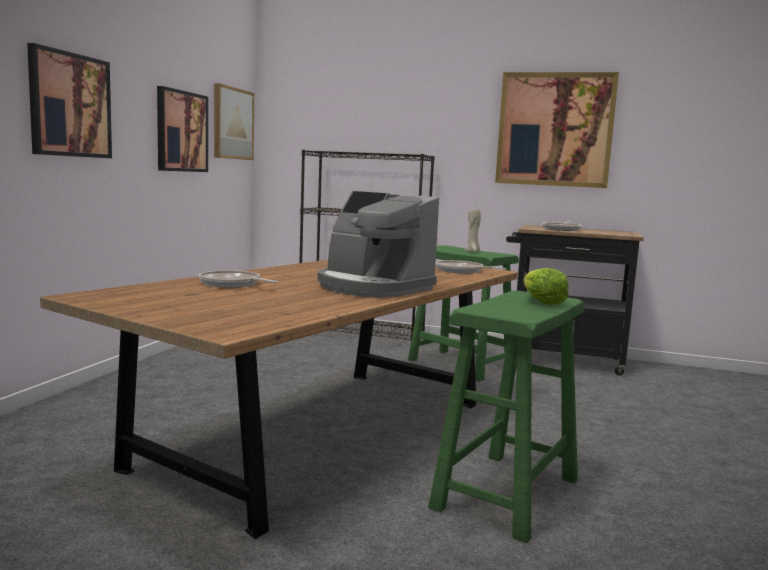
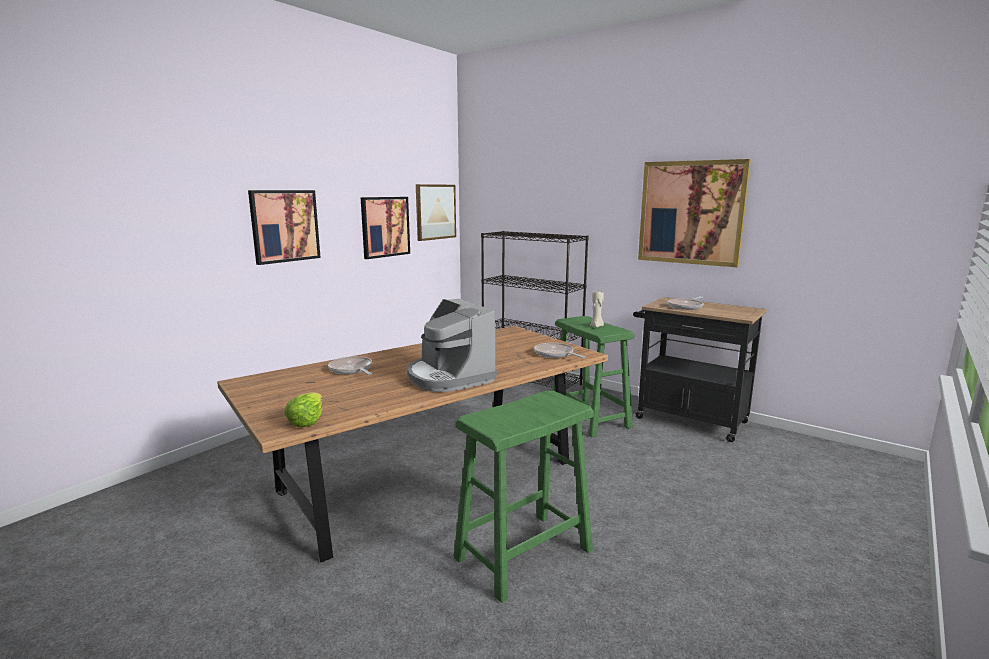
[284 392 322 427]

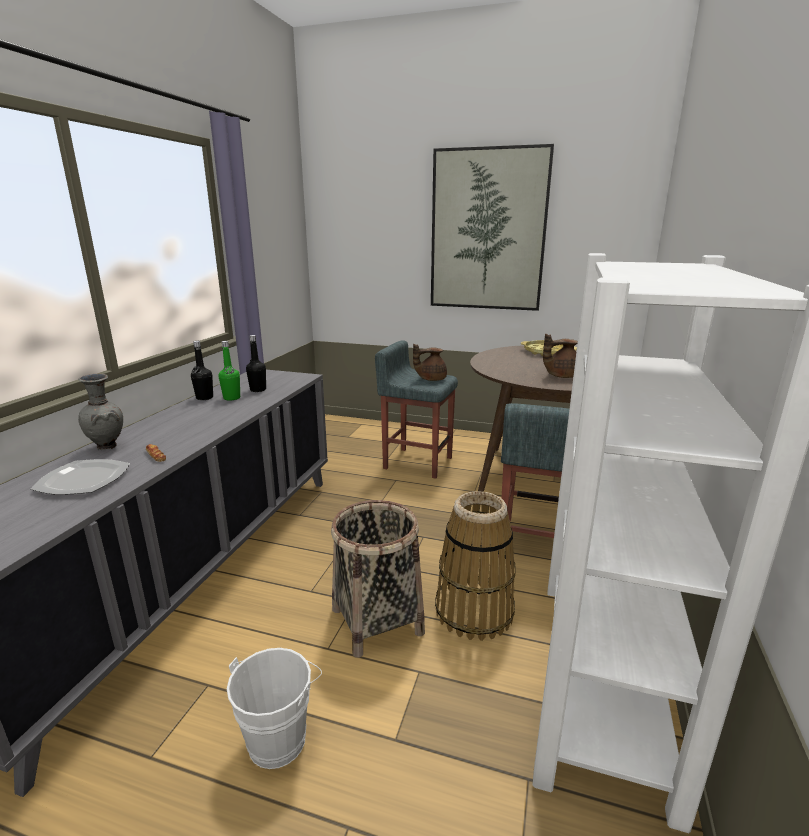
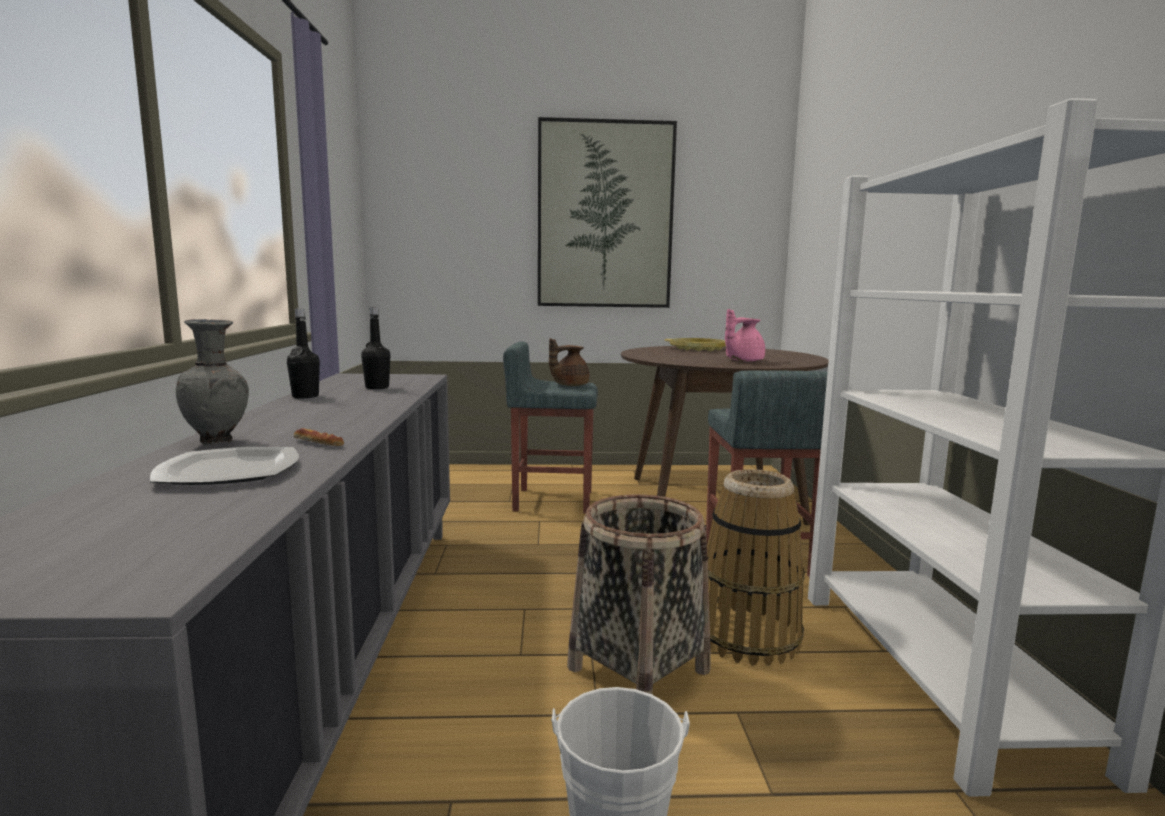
[218 341 240 400] (first image)
[725 309 765 362]

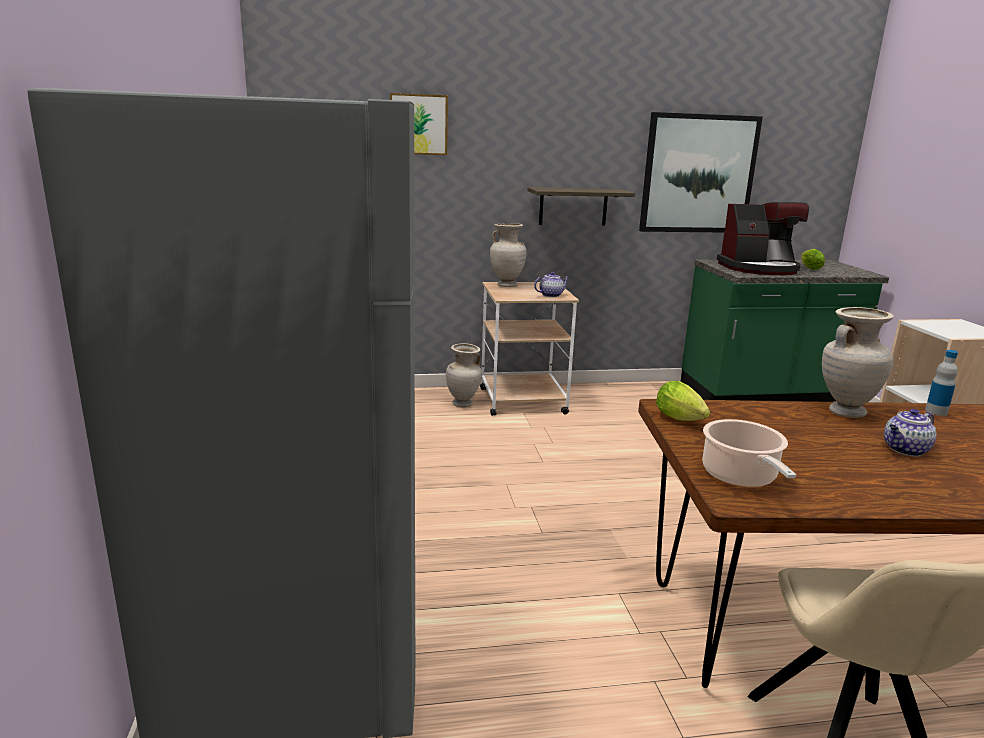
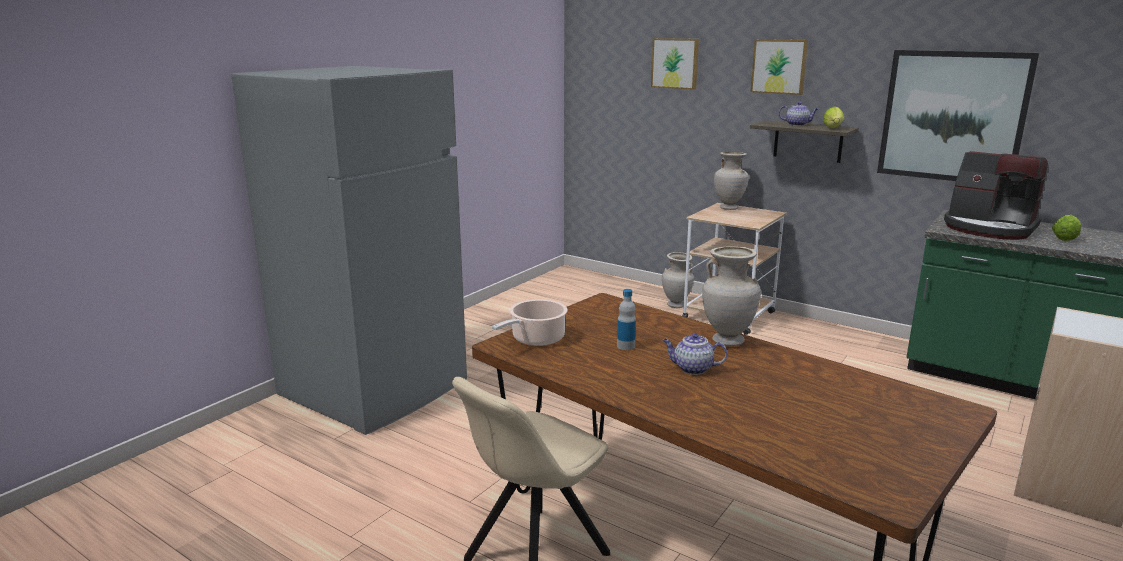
[751 39 808 95]
[779 102 818 126]
[823 106 844 128]
[617 289 636 350]

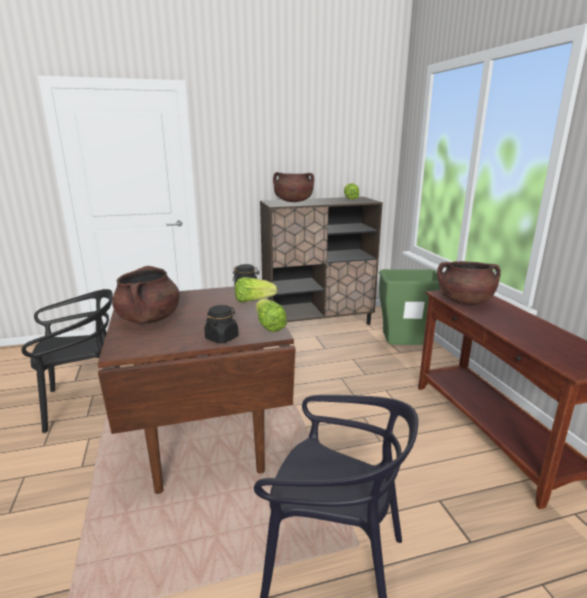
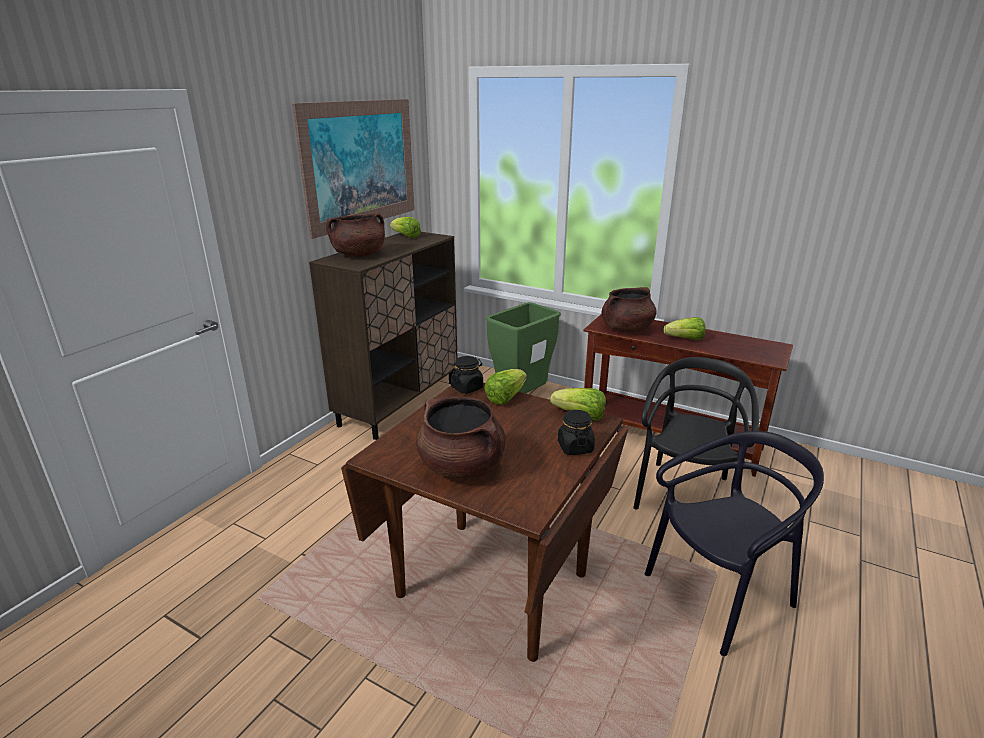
[292 99 415 239]
[663 317 706 340]
[634 357 759 510]

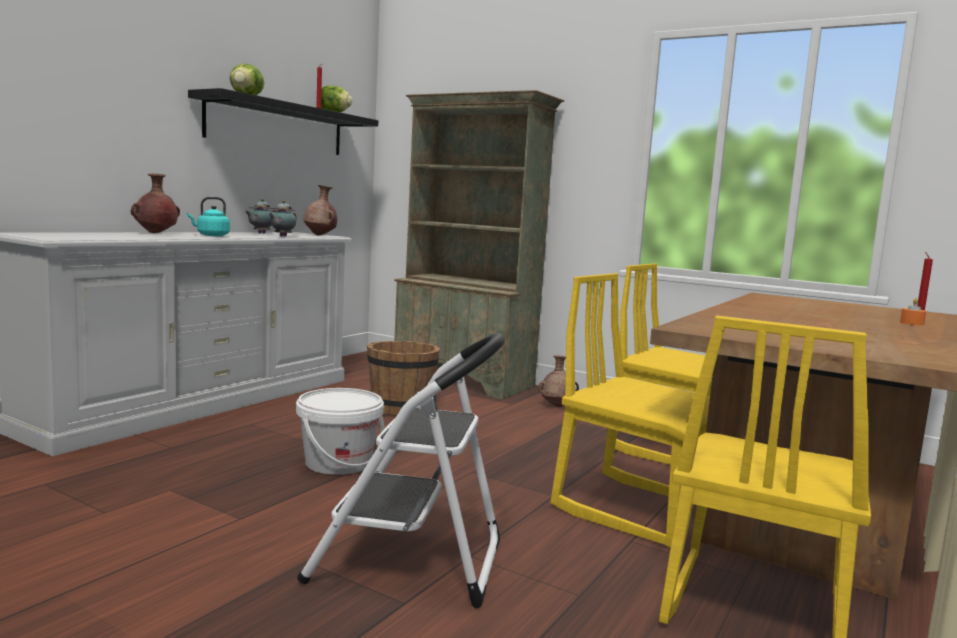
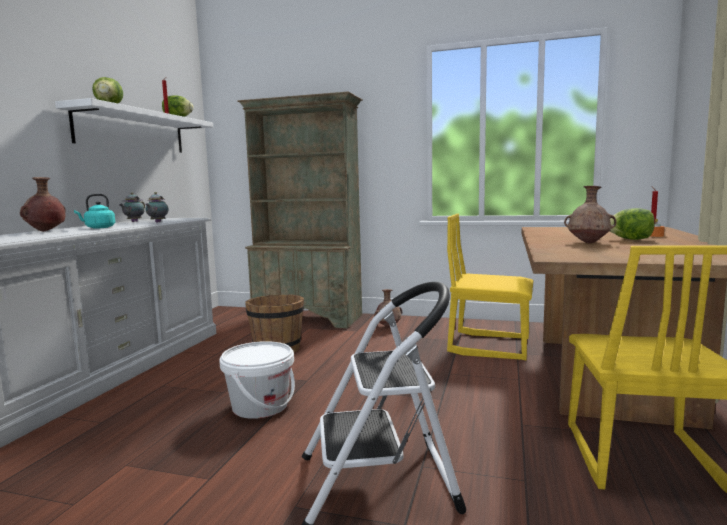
[551 273 710 547] (first image)
[610 208 655 240]
[564 186 616 243]
[55 98 213 153]

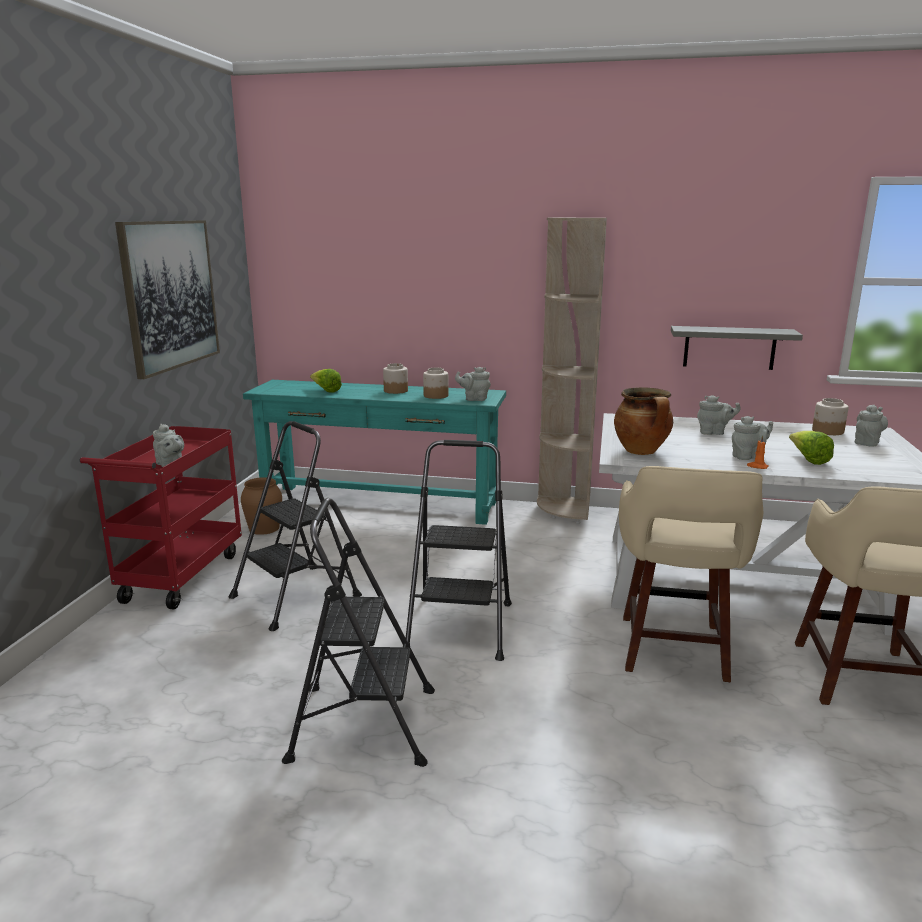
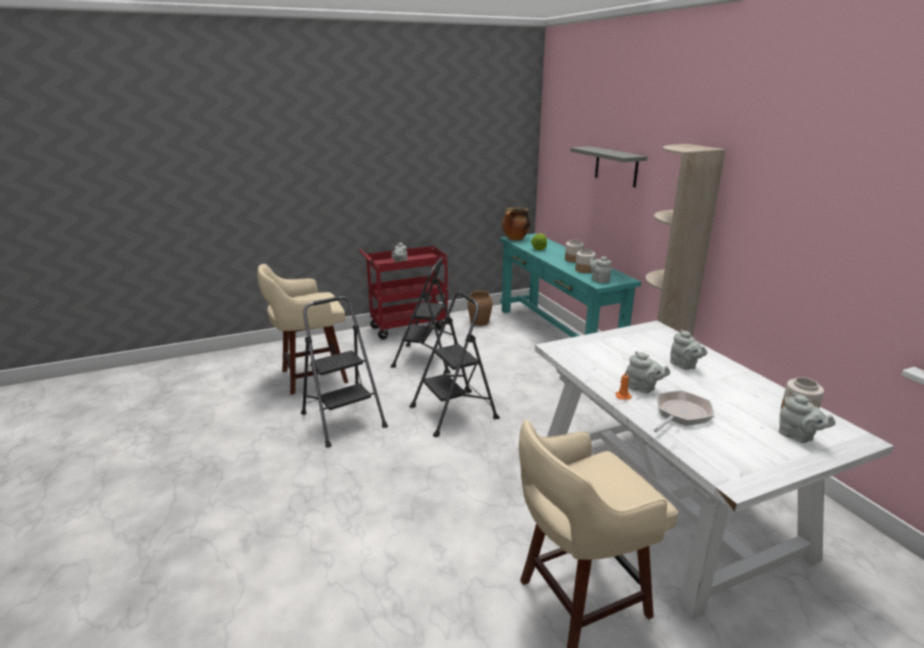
[115 220 220 379] (first image)
[502 207 531 241]
[257 264 348 395]
[570 146 647 188]
[654 391 714 432]
[779 393 835 443]

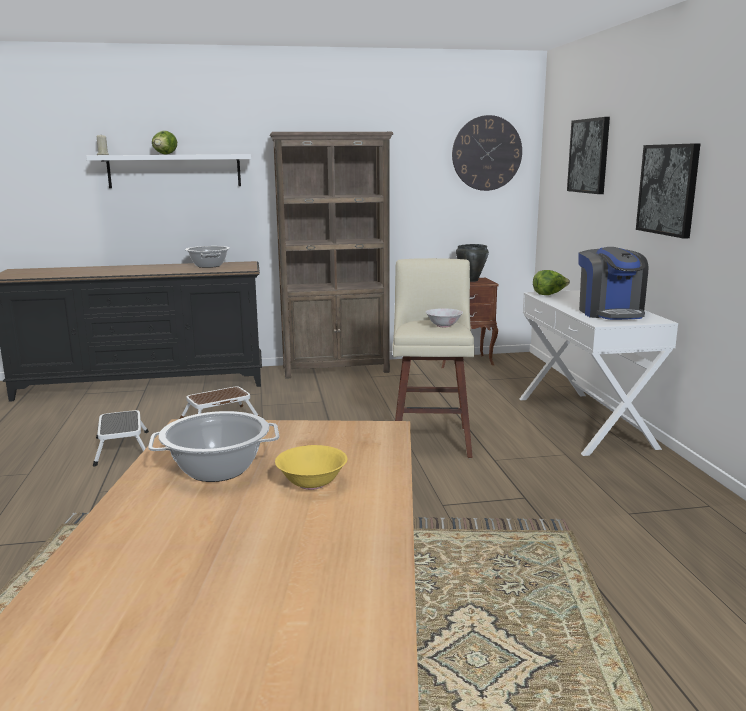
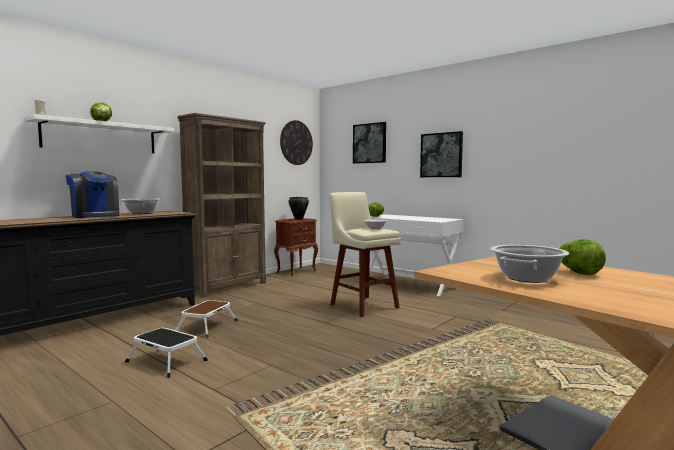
[66 171 119 218]
[558 239 606 275]

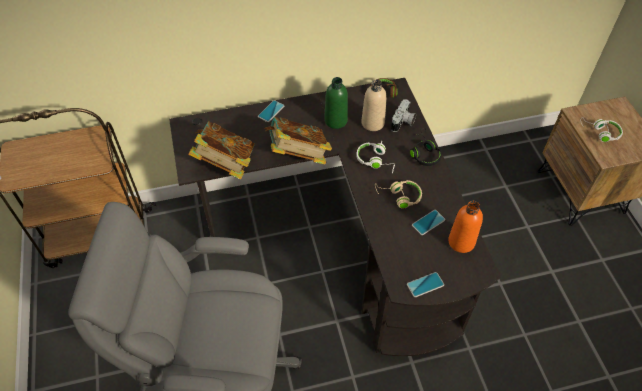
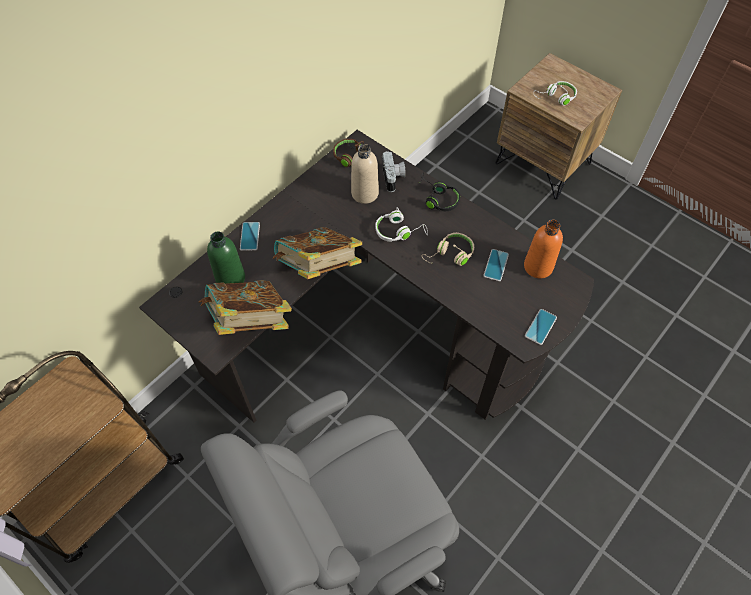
[207 231 245 284]

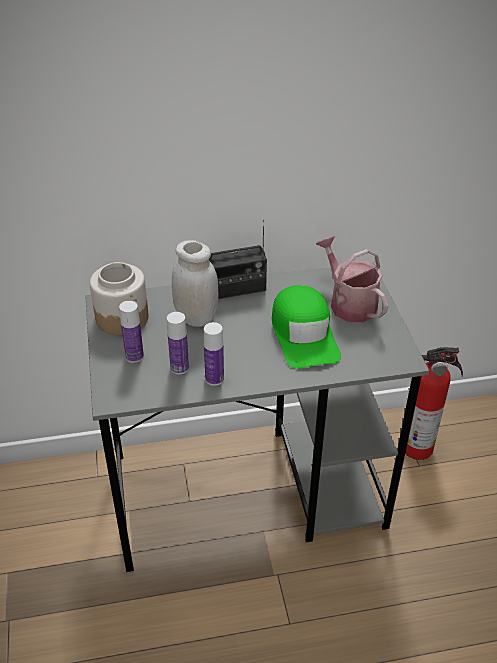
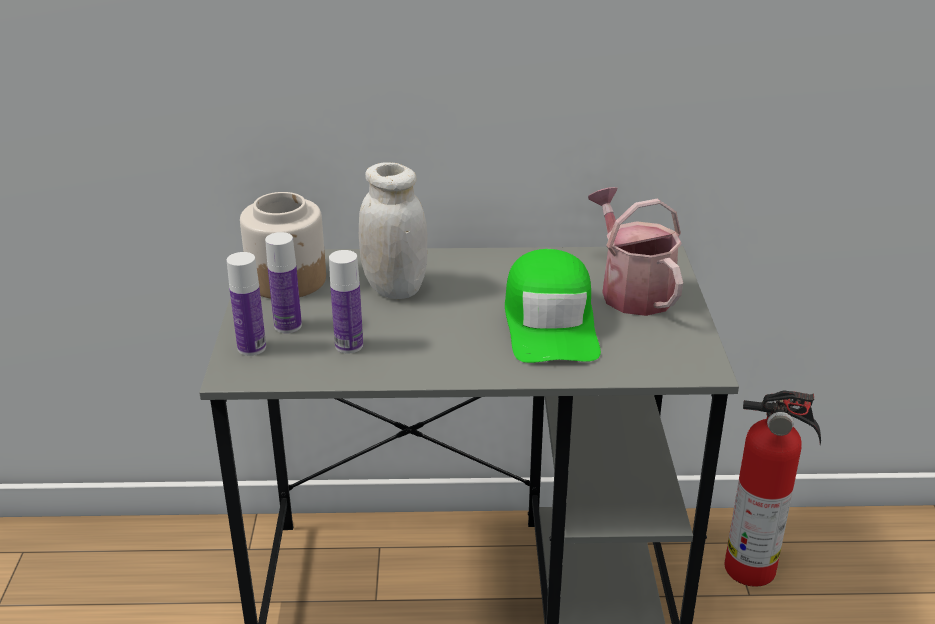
[209 220 267 299] (first image)
[227 252 266 356]

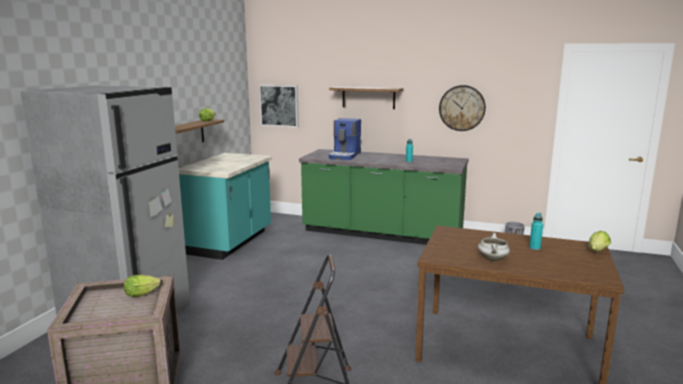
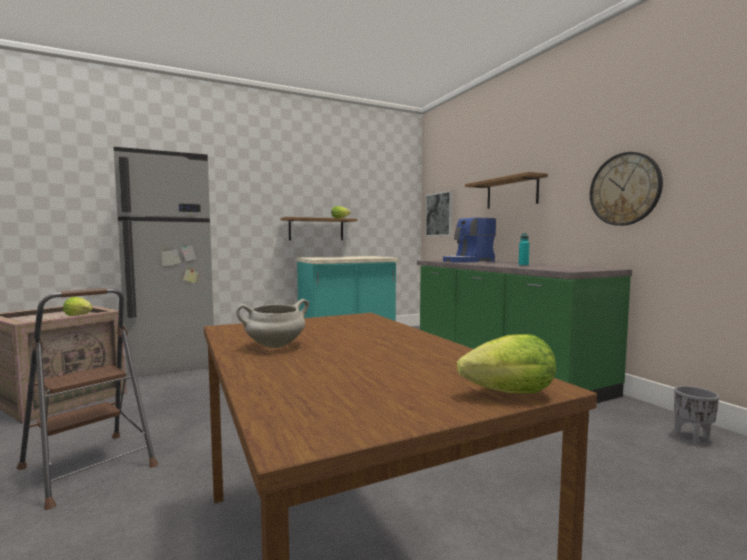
[529 213 543 250] (first image)

